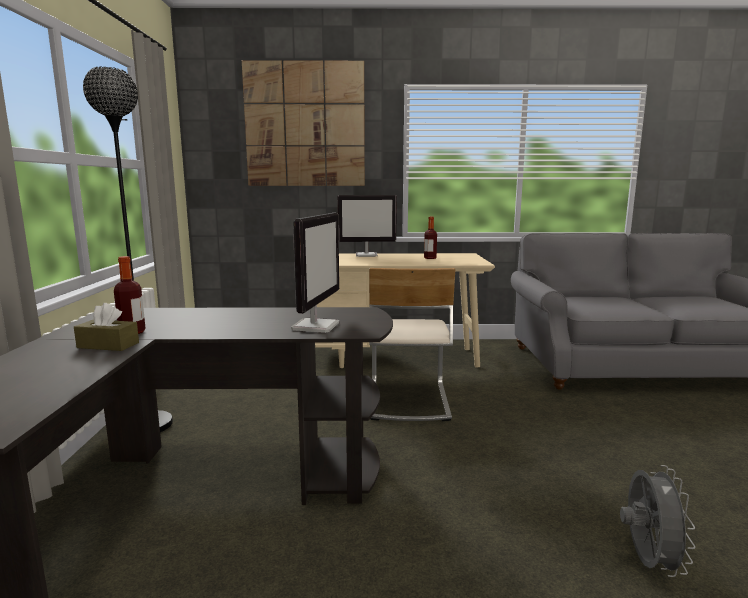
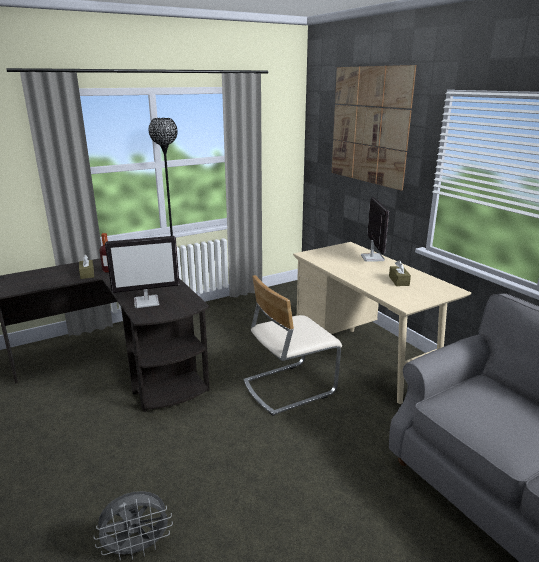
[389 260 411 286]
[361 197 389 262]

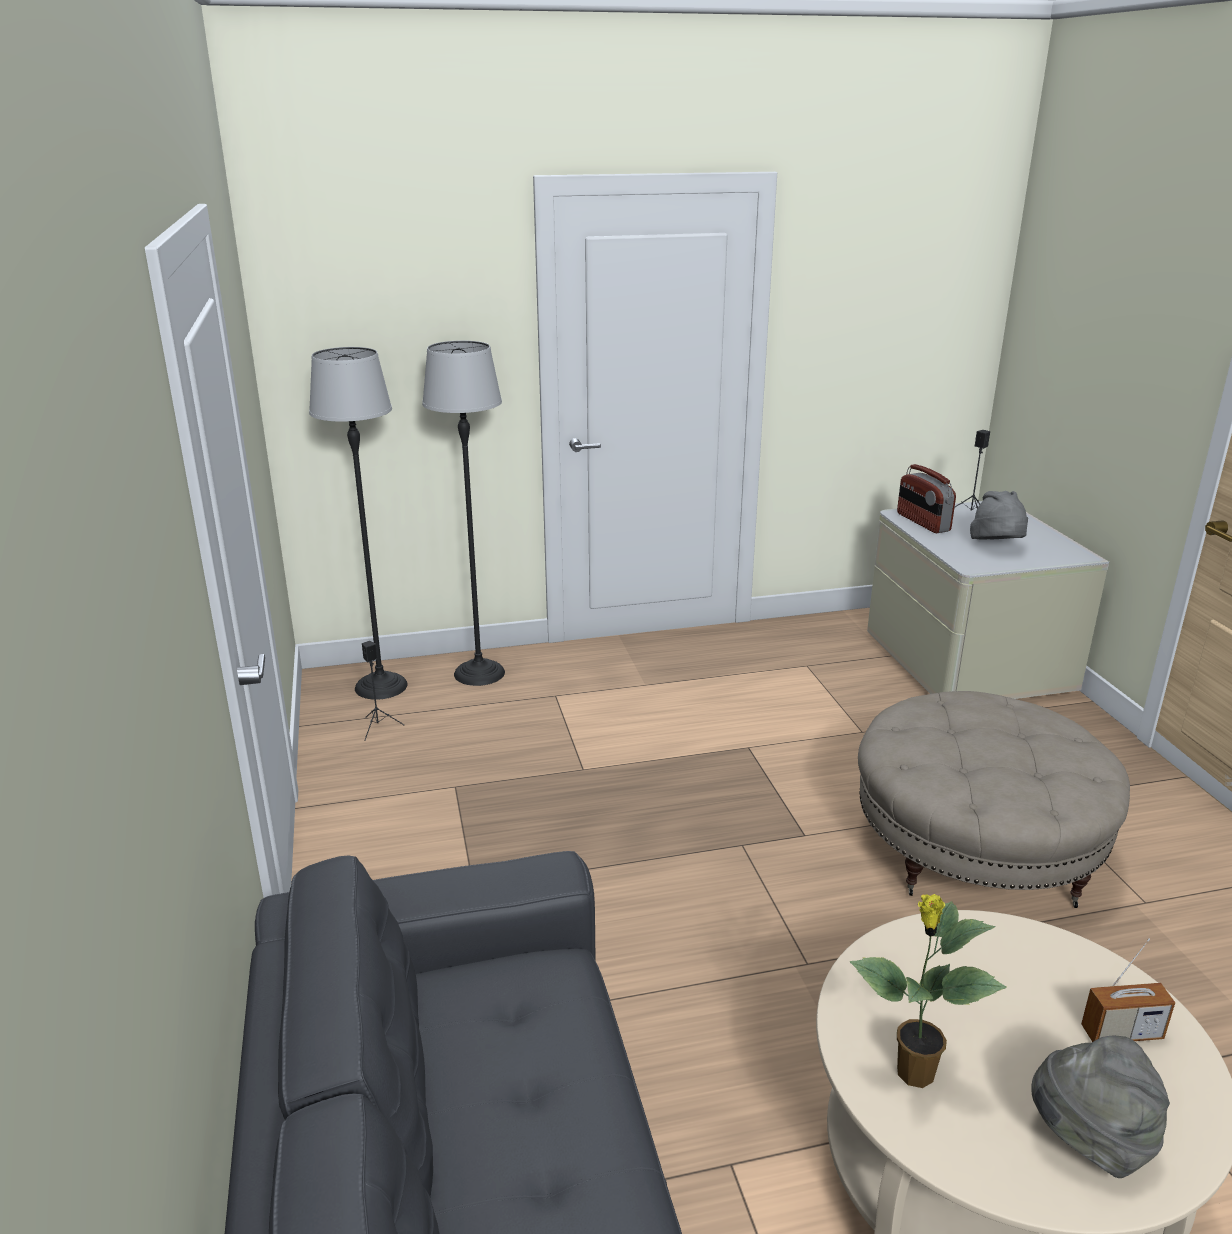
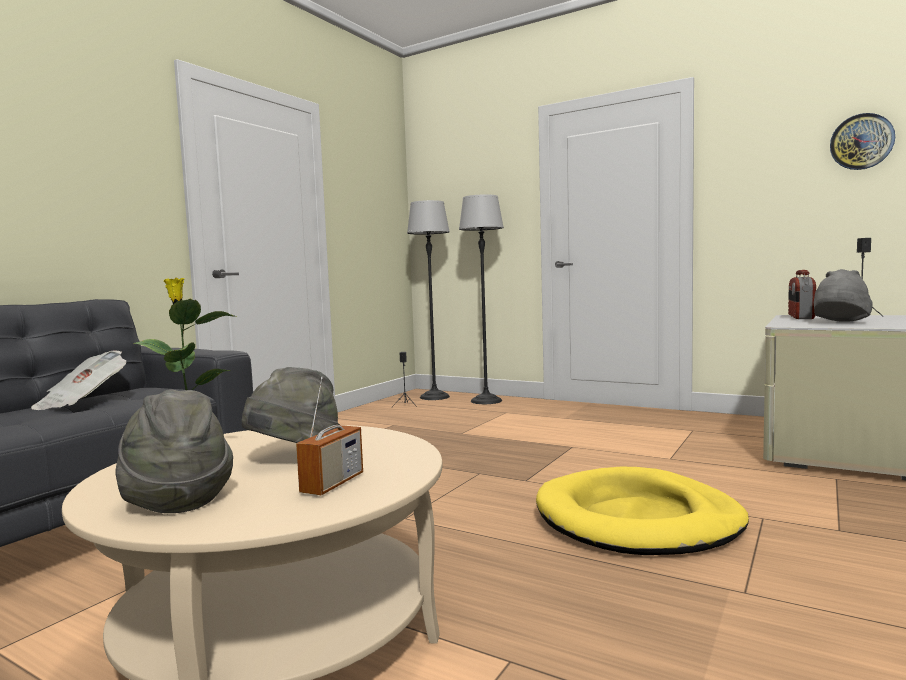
[31 351 126 410]
[242 367 340 443]
[830 113 895 170]
[536 467 749 555]
[296 377 363 495]

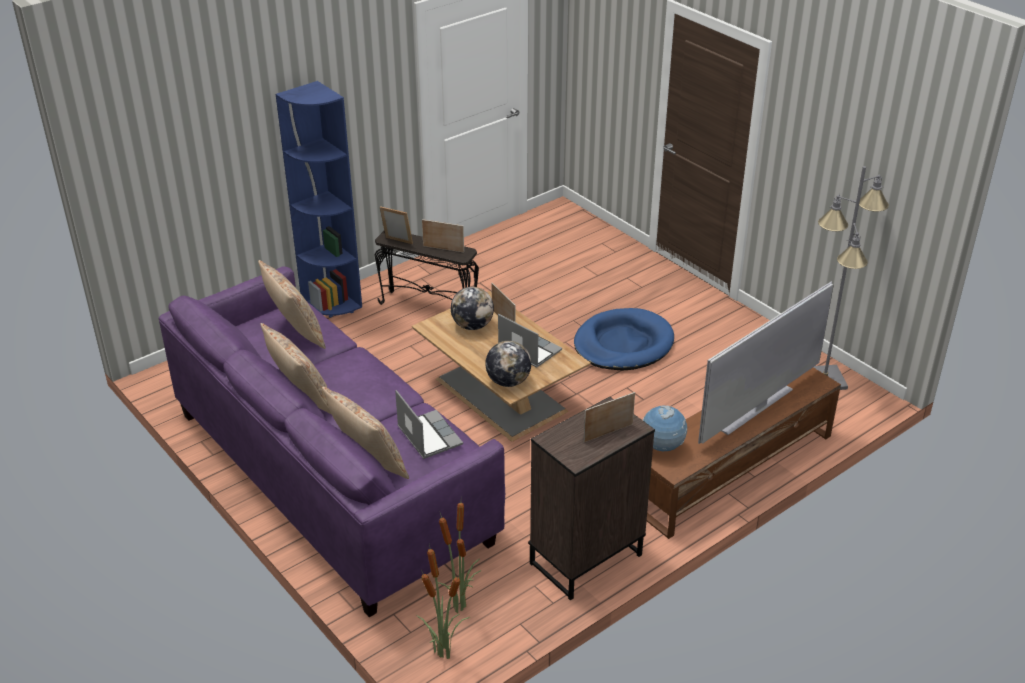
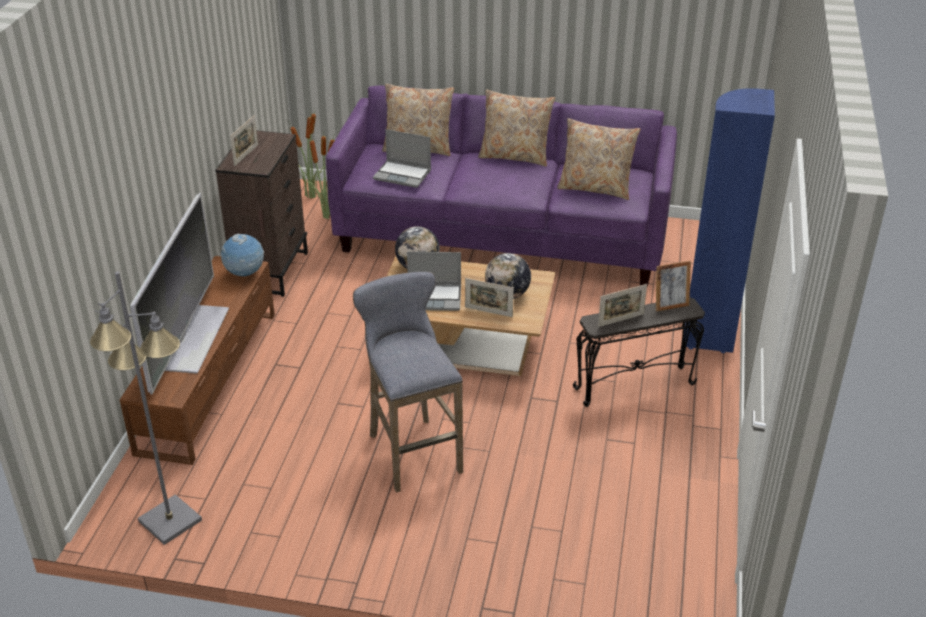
[353 272 463 493]

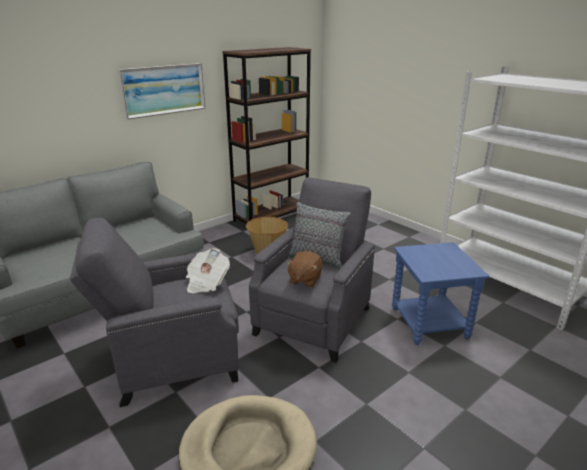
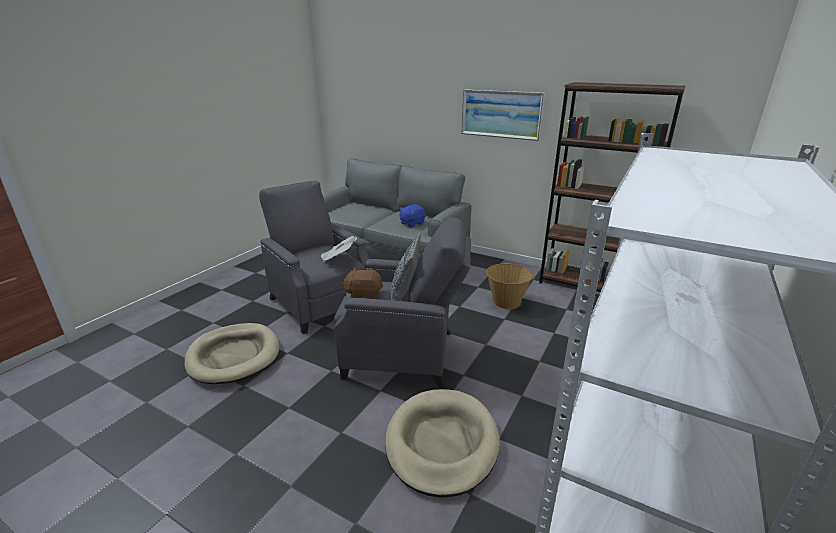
[399 204 426 227]
[385 389 500 498]

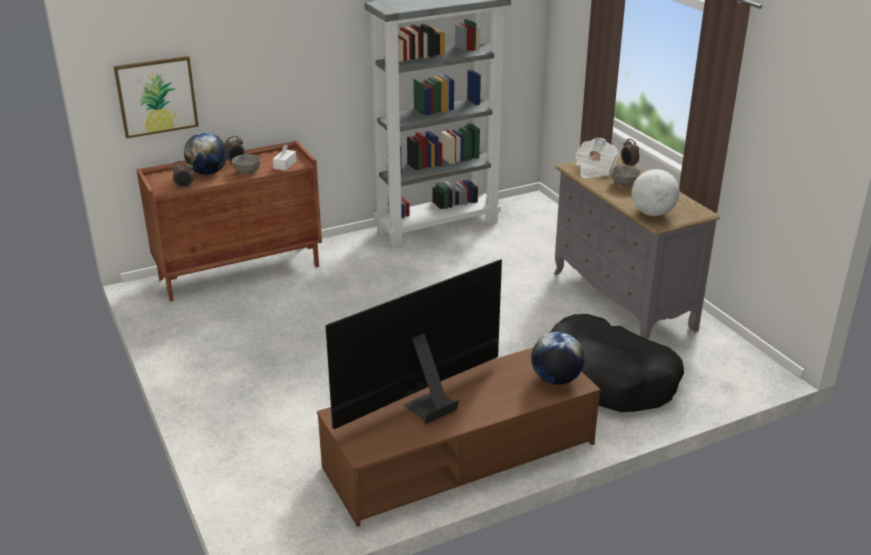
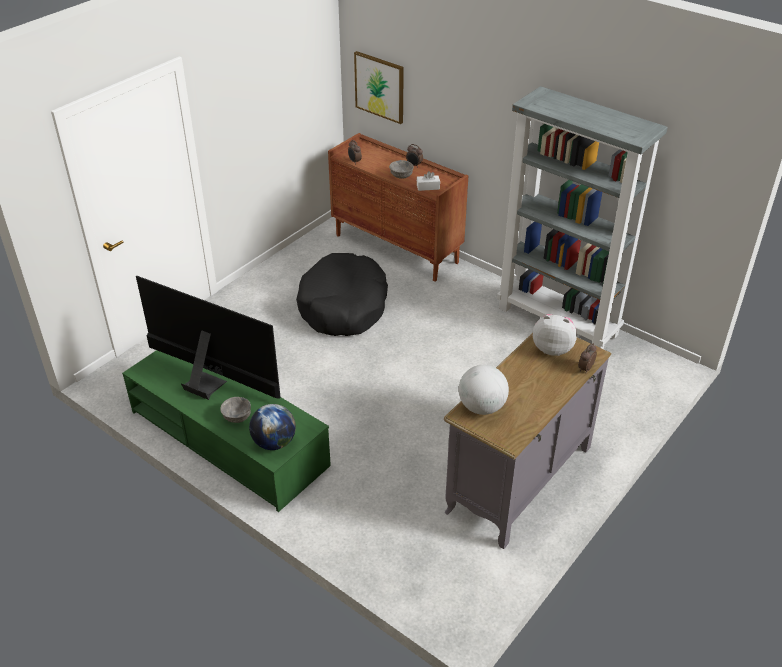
[184 132 227 175] (first image)
[296 253 388 336]
[220 397 251 423]
[533 314 577 356]
[122 350 331 512]

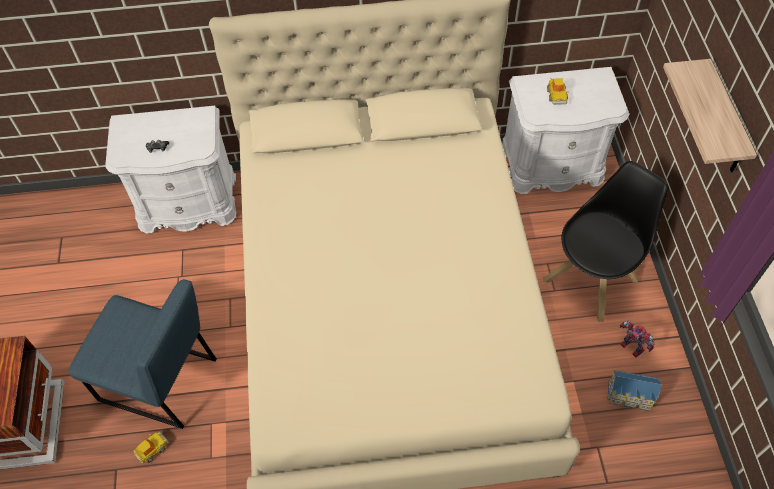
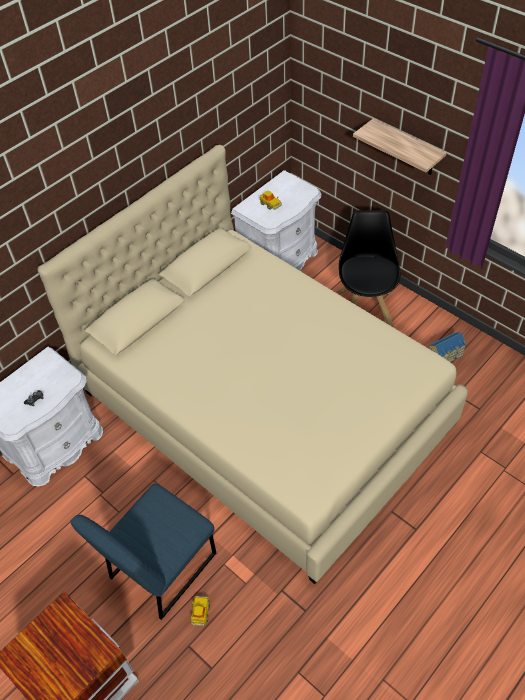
[620 320 654 357] (first image)
[71 483 216 620]

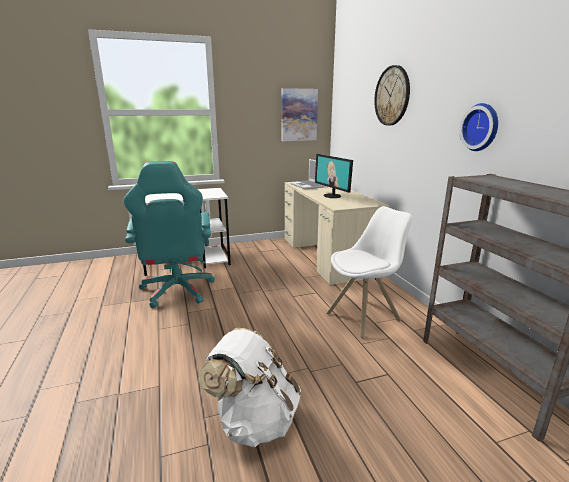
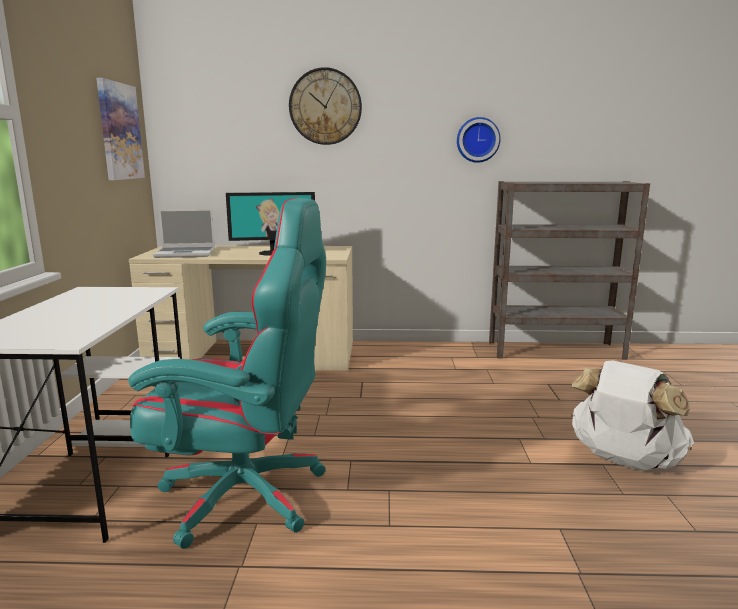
[326 206 412 338] (first image)

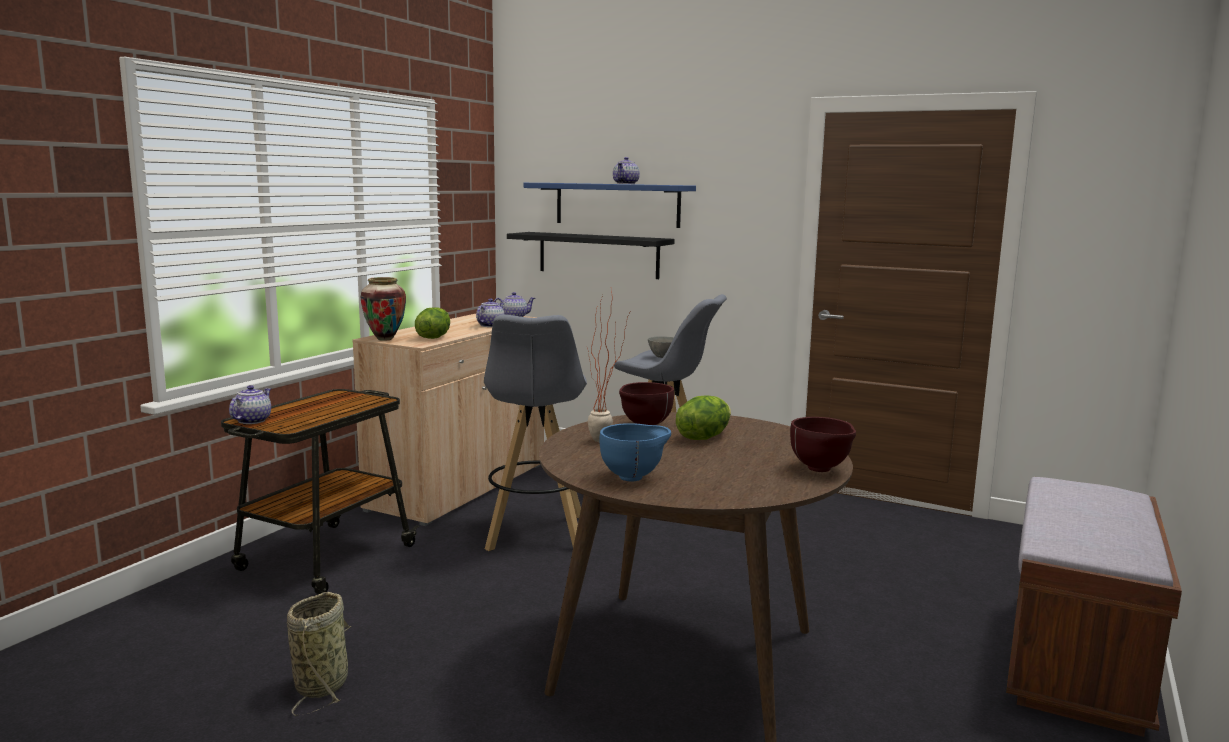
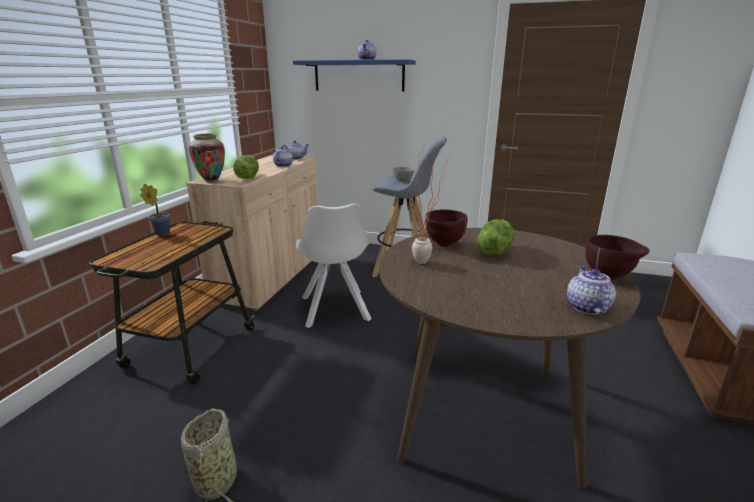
[507 232 675 279] (first image)
[599 423 671 481] (first image)
[140 183 170 236]
[567 265 616 314]
[296 203 371 328]

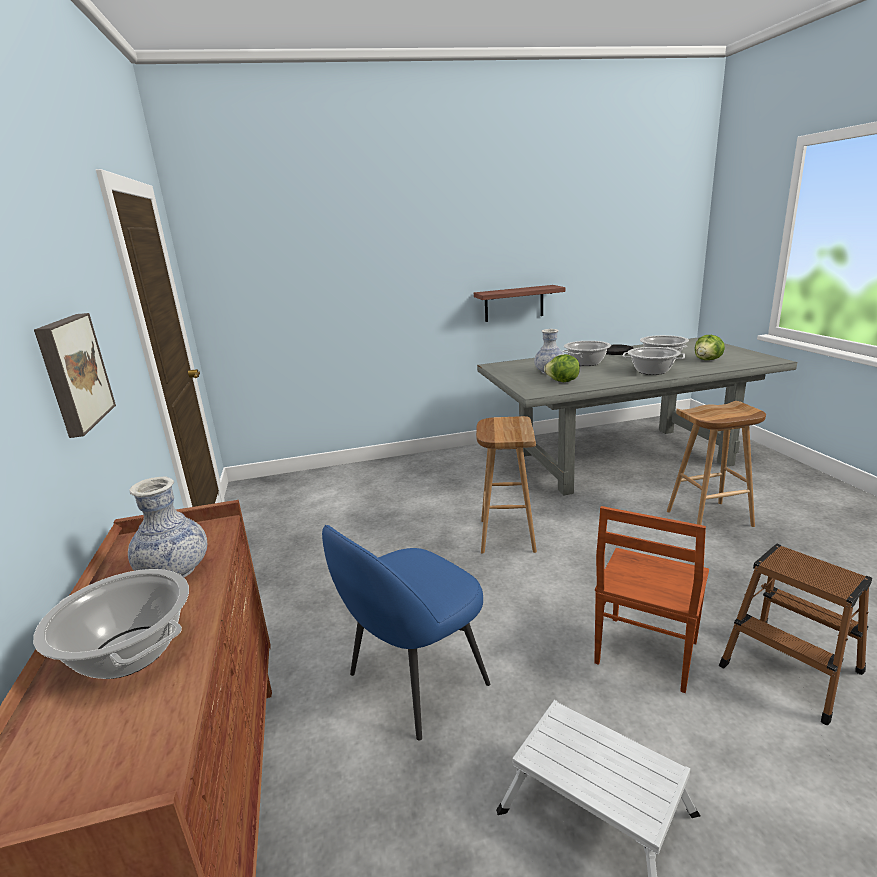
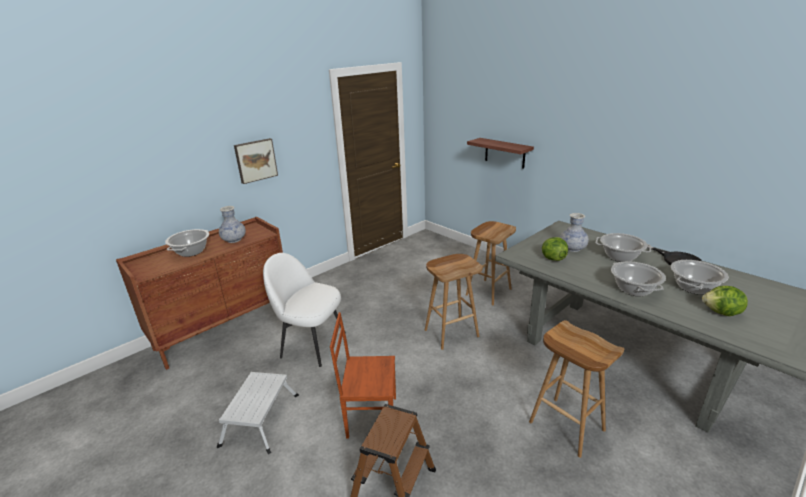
[466 221 516 305]
[467 138 534 169]
[263 253 346 367]

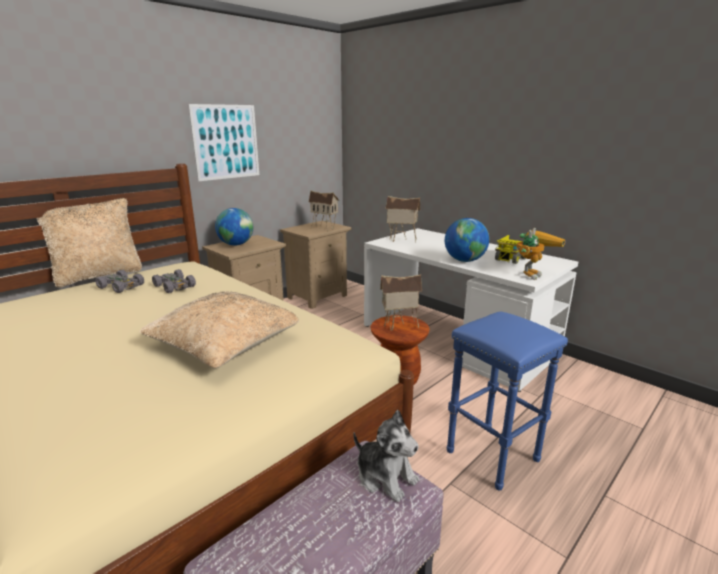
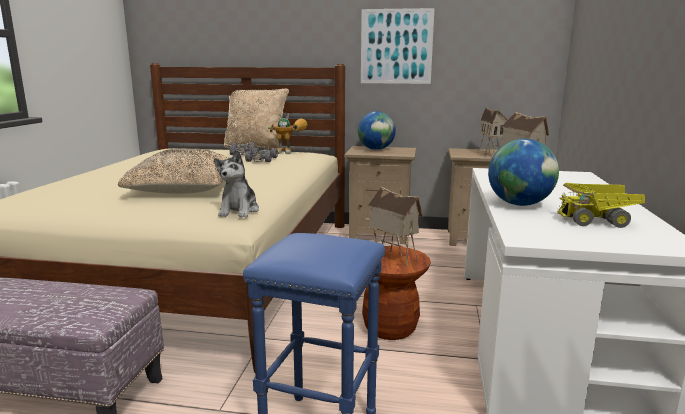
[214 150 259 218]
[268 113 308 154]

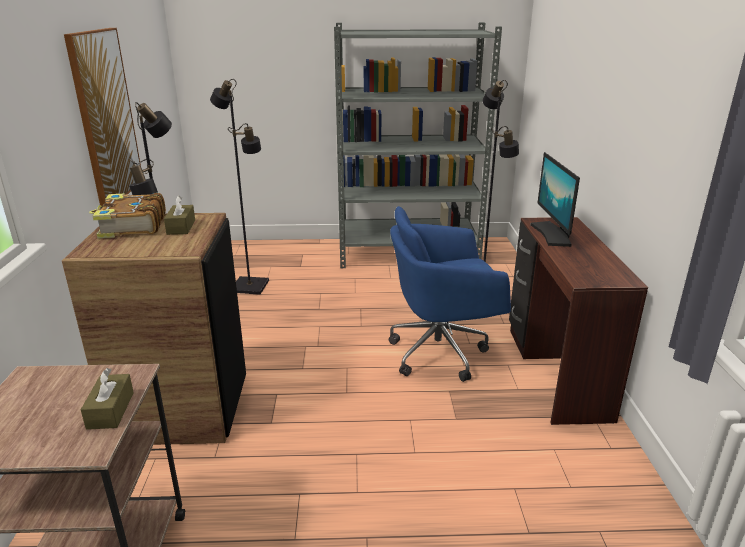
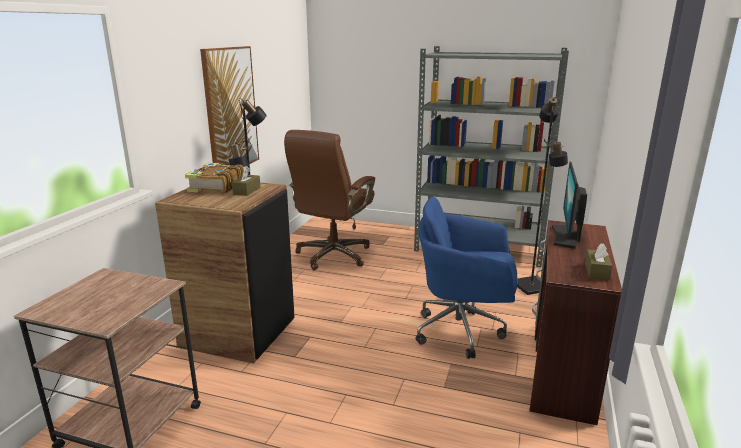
[585 243 612 280]
[284 130 375 270]

